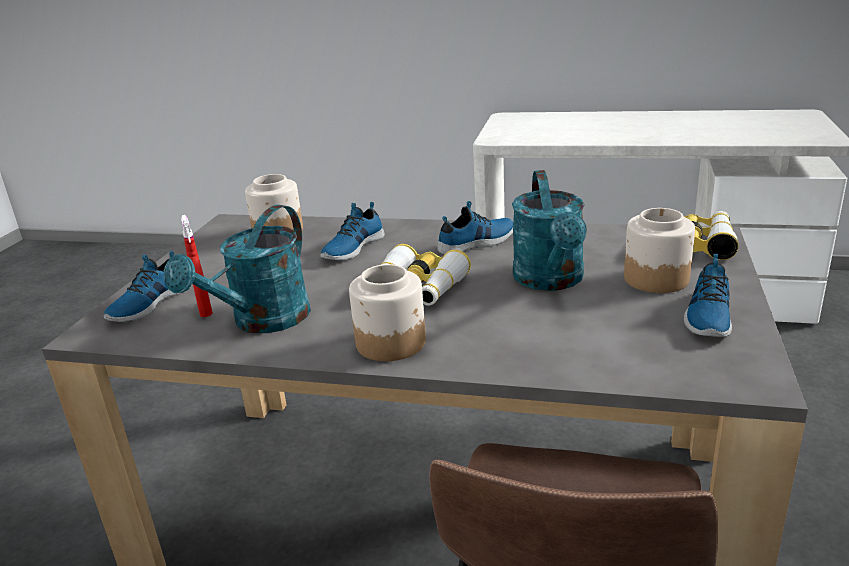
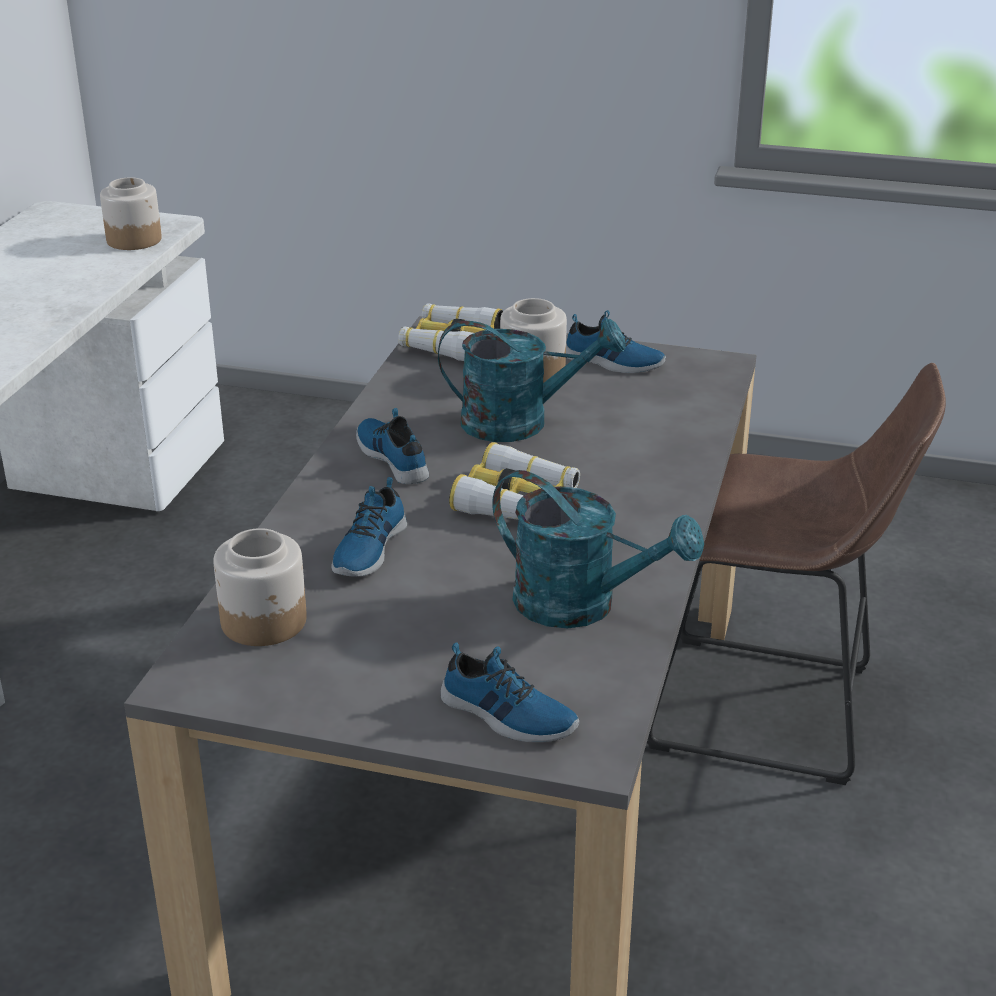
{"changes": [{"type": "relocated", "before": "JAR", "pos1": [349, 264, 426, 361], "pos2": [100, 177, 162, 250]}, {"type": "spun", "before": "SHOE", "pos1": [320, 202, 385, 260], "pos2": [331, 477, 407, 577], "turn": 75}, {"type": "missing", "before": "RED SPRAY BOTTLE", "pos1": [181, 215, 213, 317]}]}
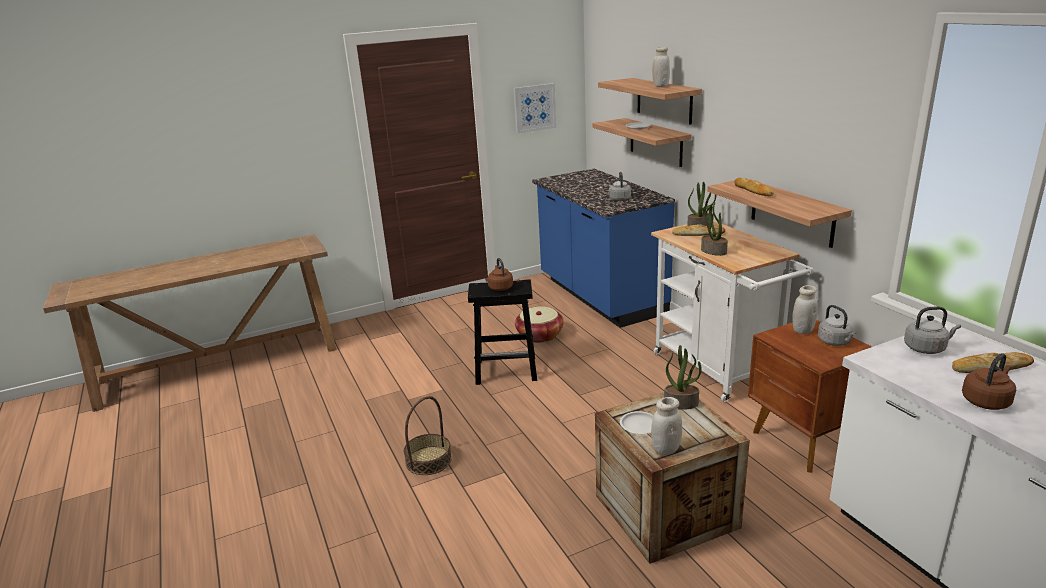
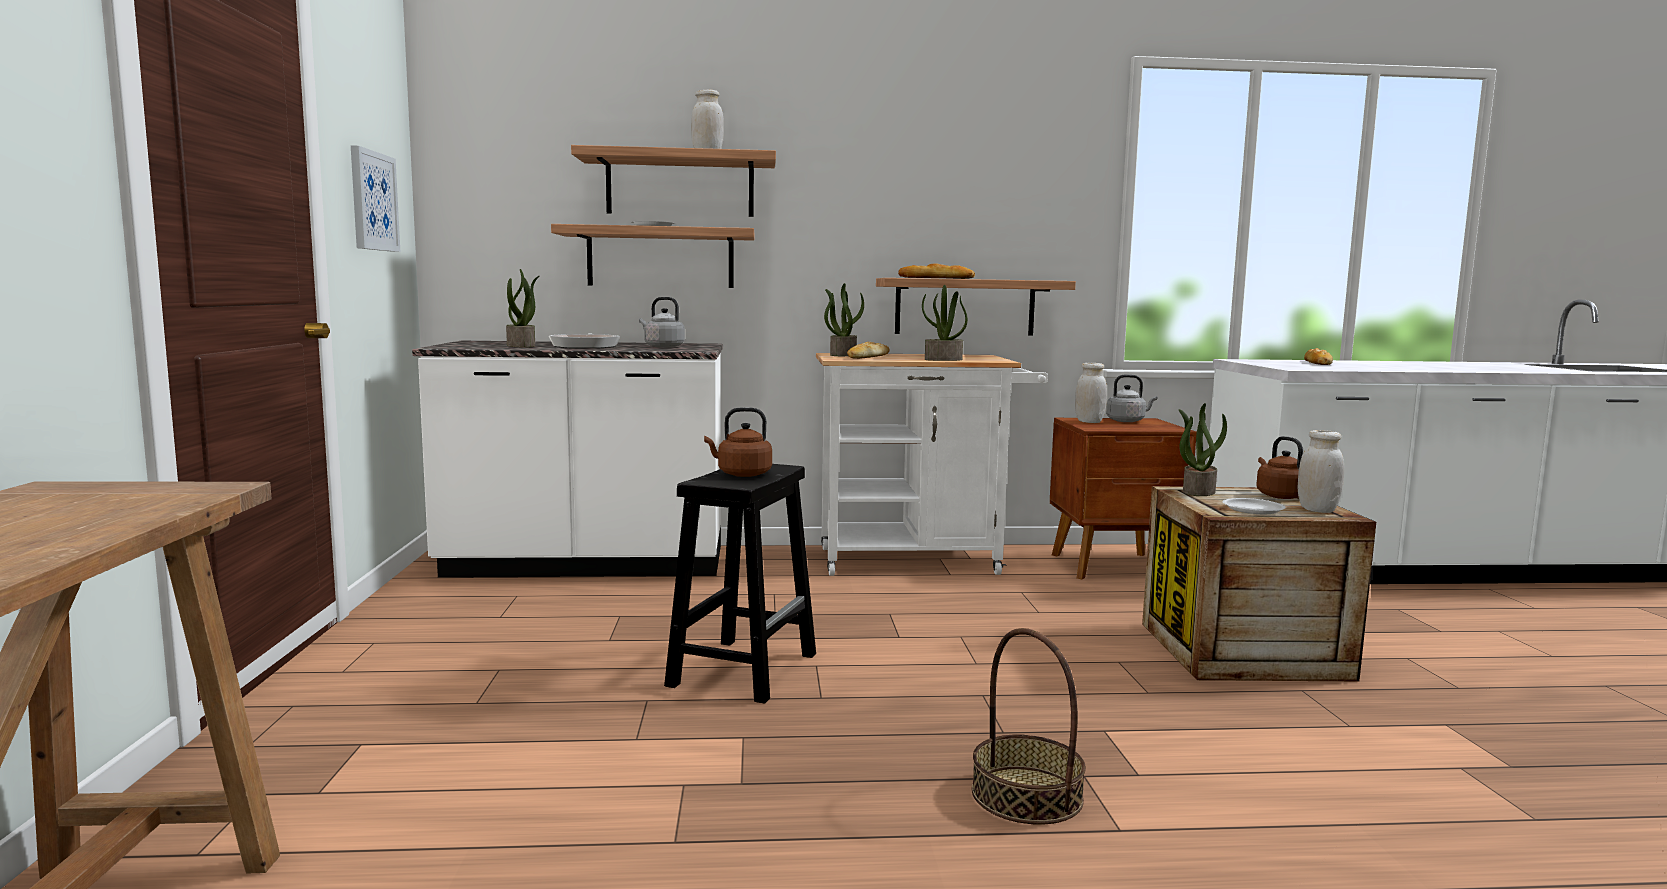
{"changes": [{"type": "colour", "before": "BLUE COUNTER", "after": "WHITE COUNTER", "pos1": [532, 169, 675, 328], "pos2": [412, 341, 723, 578]}, {"type": "appeared", "after": "POTTED PLANT", "pos2": [506, 269, 539, 347]}, {"type": "appeared", "after": "FRYING PAN", "pos2": [549, 333, 620, 349]}, {"type": "relocated", "before": "BROWN KETTLE", "pos1": [962, 353, 1016, 410], "pos2": [1256, 436, 1303, 499]}, {"type": "missing", "before": "BASKET", "pos1": [515, 306, 564, 343]}, {"type": "missing", "before": "GREY KETTLE", "pos1": [904, 307, 961, 354]}]}
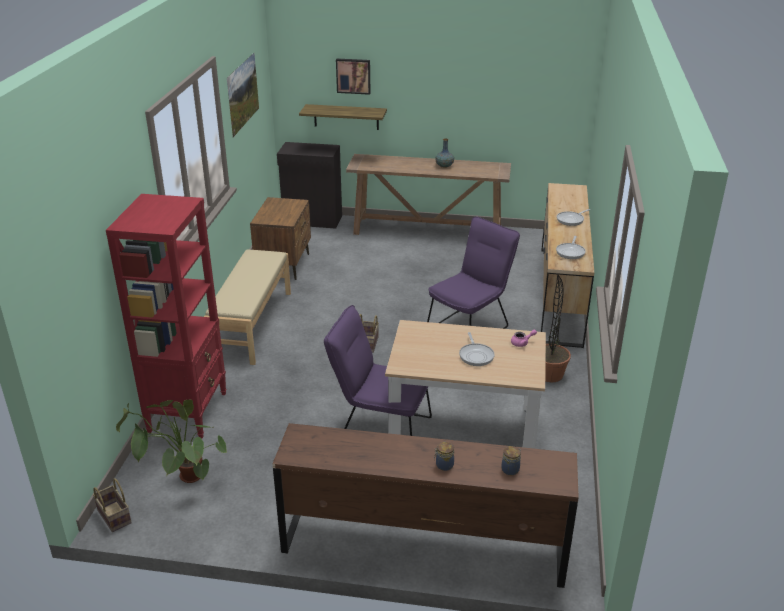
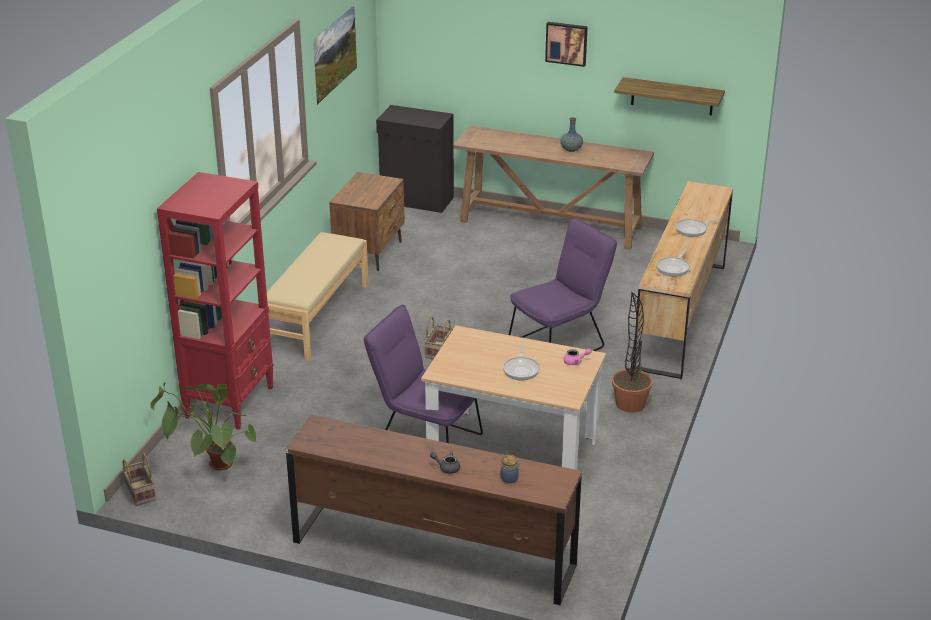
{"changes": [{"type": "exchanged", "before": "JAR", "after": "GREY TEAPOT", "pos1": [434, 442, 454, 471], "pos2": [430, 450, 460, 474]}, {"type": "relocated", "before": "PICTURE", "pos1": [336, 59, 370, 95], "pos2": [545, 22, 588, 67]}, {"type": "relocated", "before": "SHELF", "pos1": [299, 104, 387, 130], "pos2": [614, 77, 725, 116]}]}
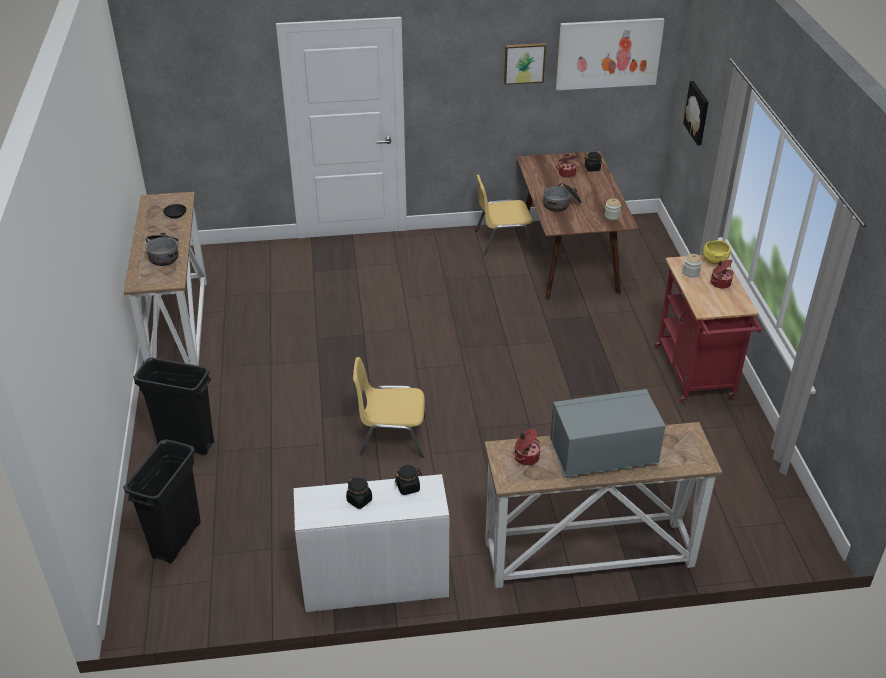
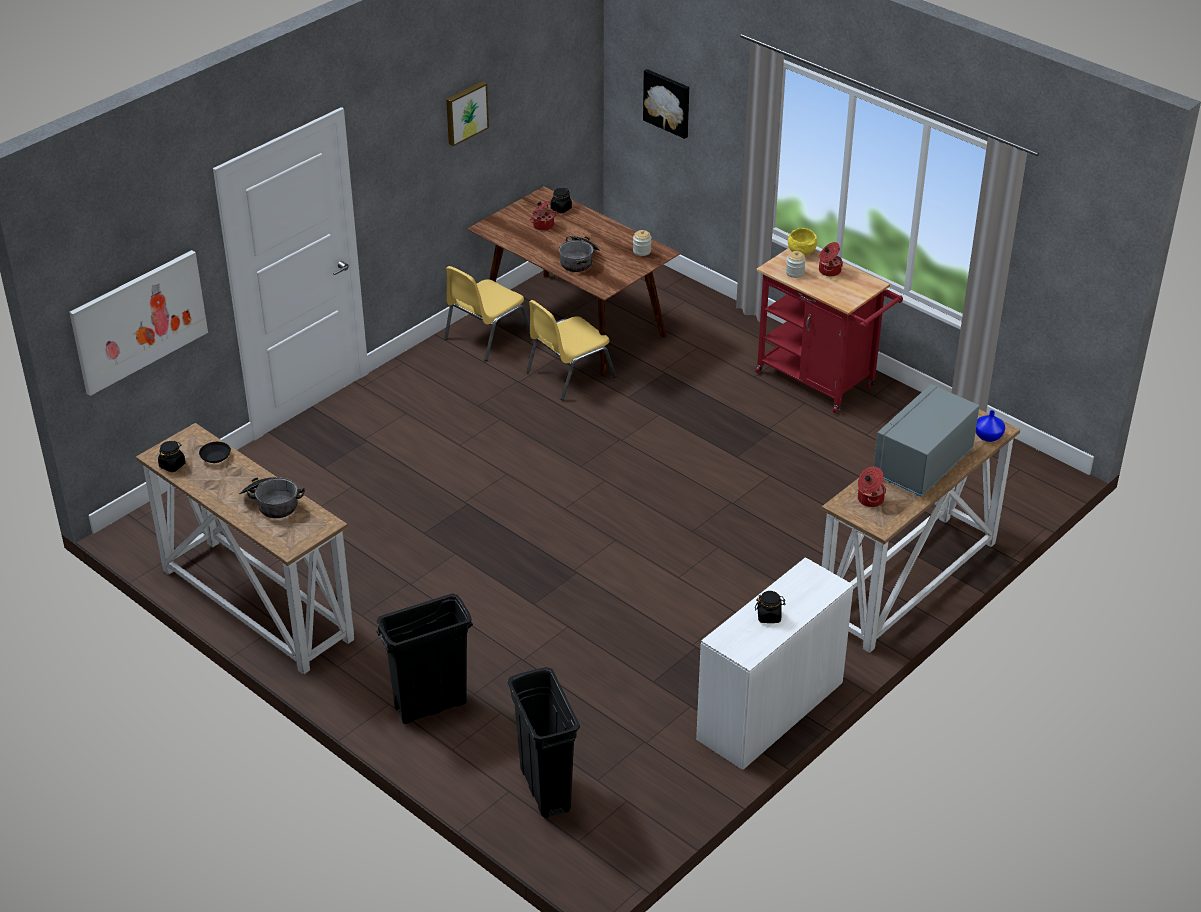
{"changes": [{"type": "relocated", "before": "PICTURE", "pos1": [556, 18, 665, 90], "pos2": [69, 250, 208, 396]}, {"type": "relocated", "before": "BLACK JAR", "pos1": [395, 465, 422, 495], "pos2": [158, 441, 186, 472]}, {"type": "relocated", "before": "YELLOW CHAIR", "pos1": [353, 357, 426, 458], "pos2": [526, 300, 616, 400]}, {"type": "appeared", "after": "BLUE VASE", "pos2": [976, 410, 1005, 442]}]}
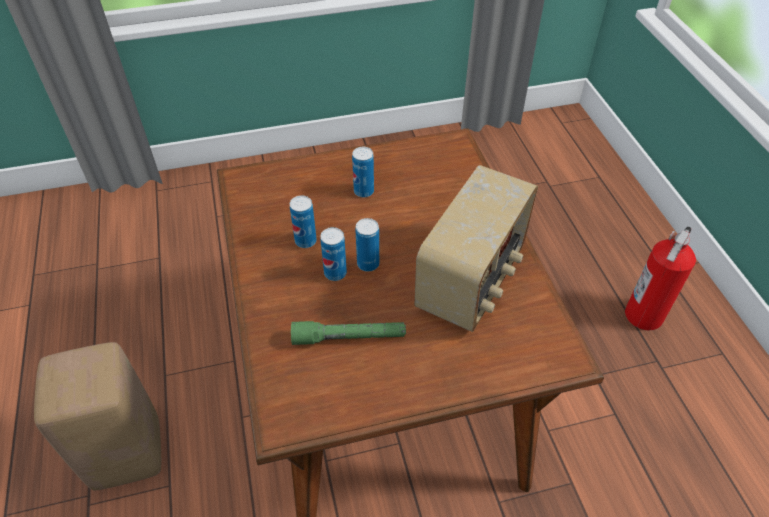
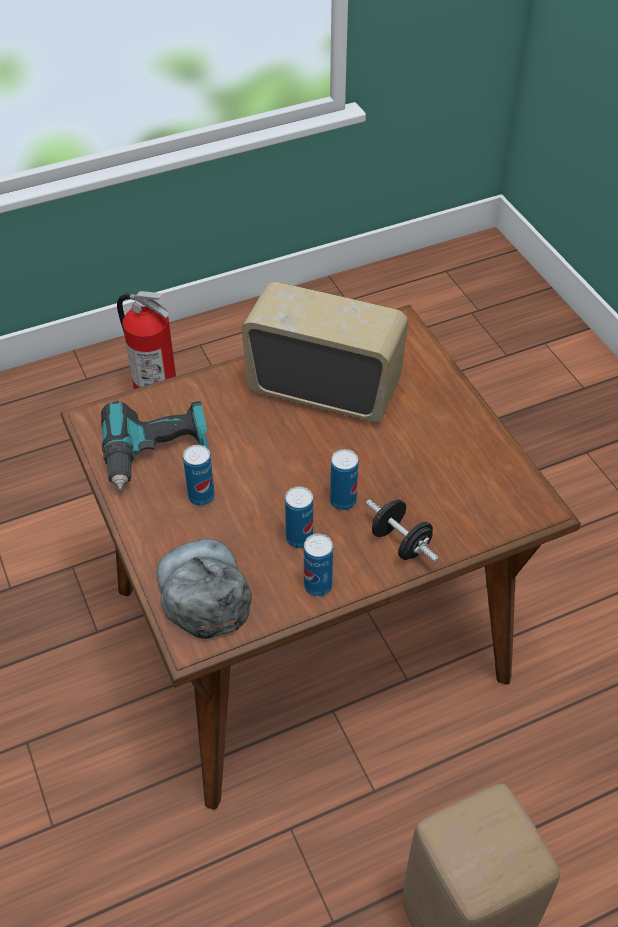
{"changes": [{"type": "appeared", "after": "POWER DRILL", "pos2": [101, 401, 209, 490]}, {"type": "appeared", "after": "GREY CAP", "pos2": [157, 539, 251, 639]}, {"type": "relocated", "before": "CAN", "pos1": [355, 218, 379, 272], "pos2": [304, 534, 333, 597]}, {"type": "appeared", "after": "BLACK DUMBBELL", "pos2": [366, 499, 439, 562]}, {"type": "missing", "before": "GREEN FLASHLIGHT", "pos1": [291, 321, 406, 345]}]}
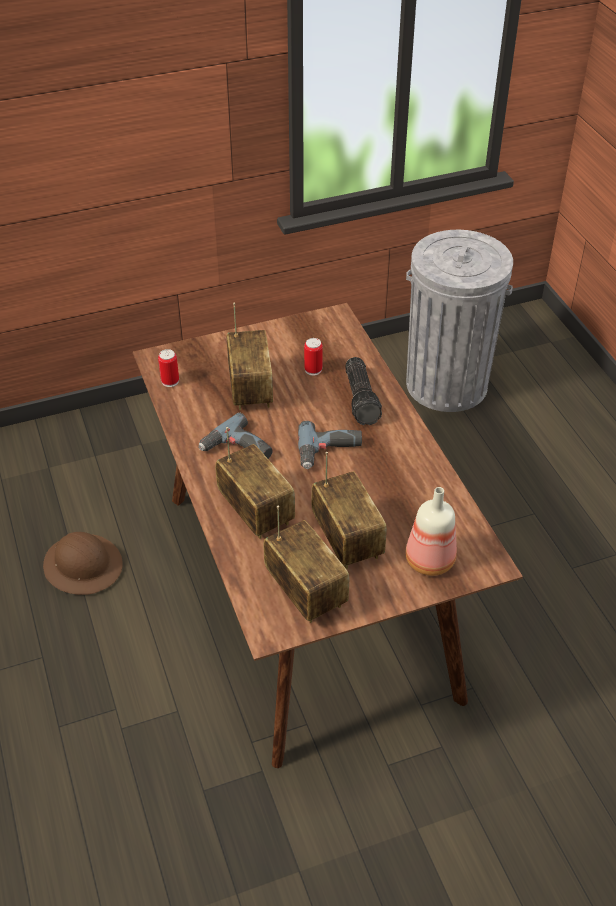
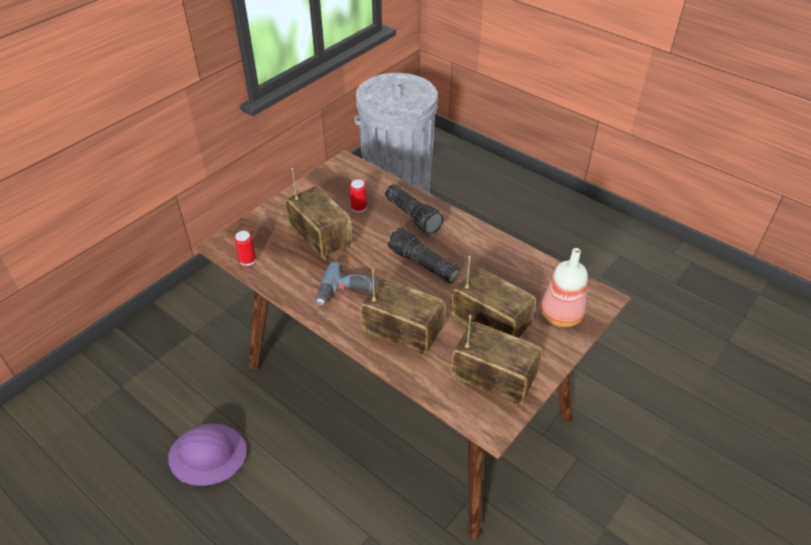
{"changes": [{"type": "colour", "before": "BROWN HARD HAT", "after": "PURPLE HARD HAT", "pos1": [43, 532, 123, 595], "pos2": [168, 424, 246, 486]}, {"type": "exchanged", "before": "POWER DRILL", "after": "FLASHLIGHT", "pos1": [298, 421, 362, 469], "pos2": [388, 227, 460, 283]}]}
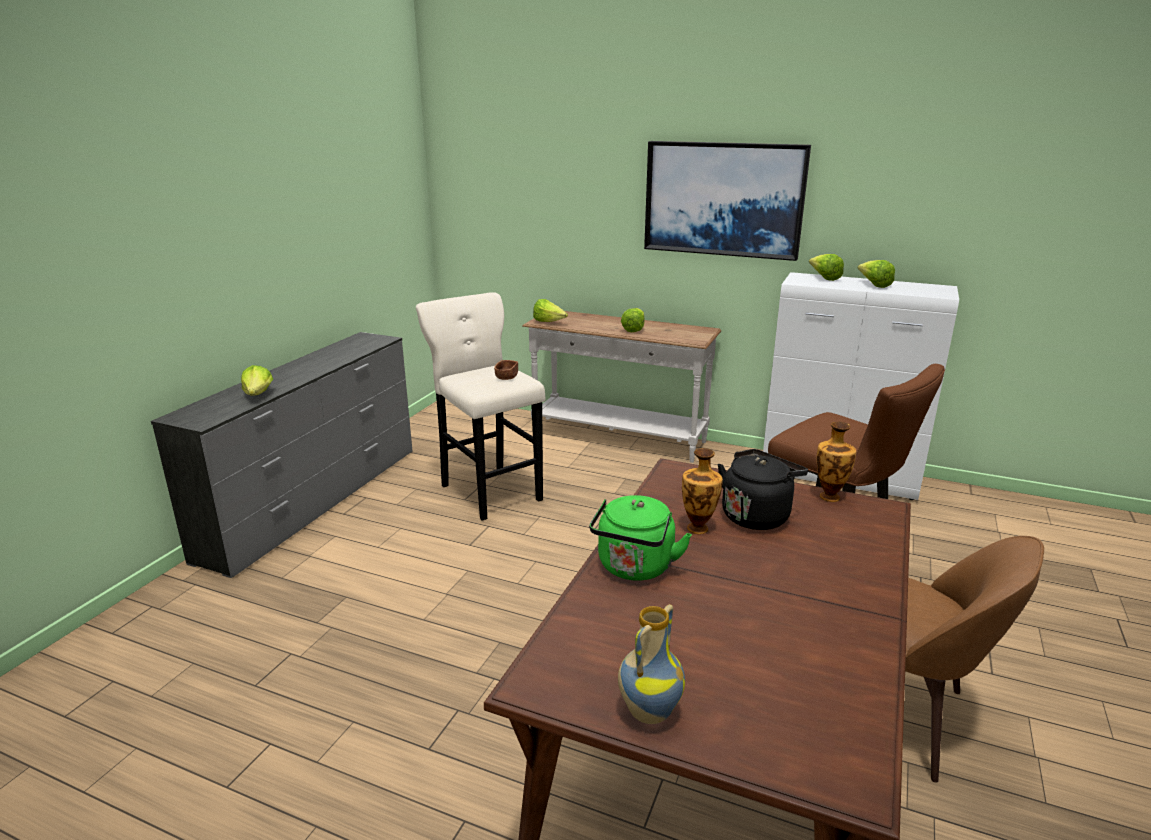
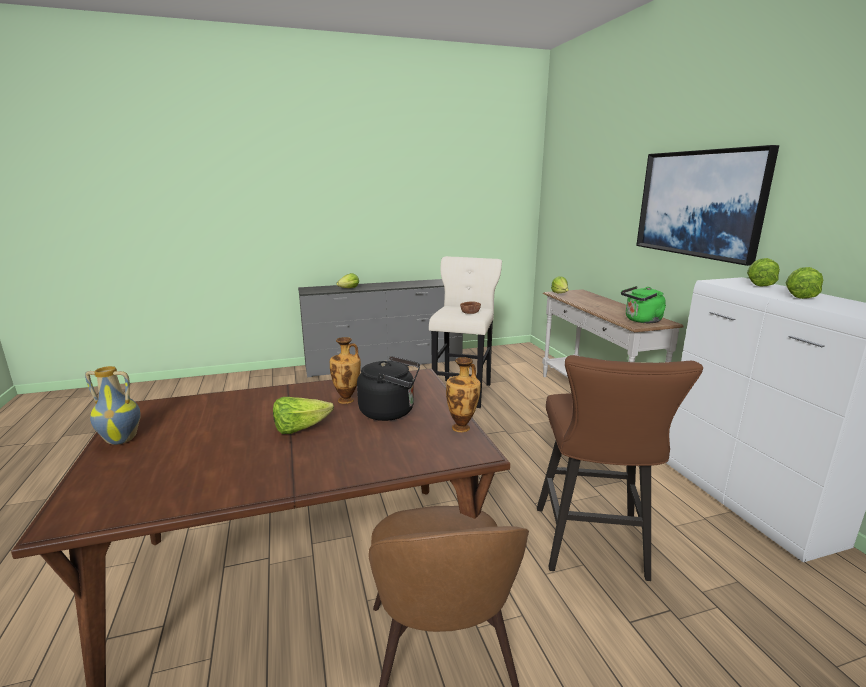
{"changes": [{"type": "relocated", "before": "LETTUCE", "pos1": [621, 308, 645, 332], "pos2": [273, 397, 334, 434]}, {"type": "relocated", "before": "GREEN KETTLE", "pos1": [589, 495, 692, 581], "pos2": [621, 286, 666, 323]}]}
